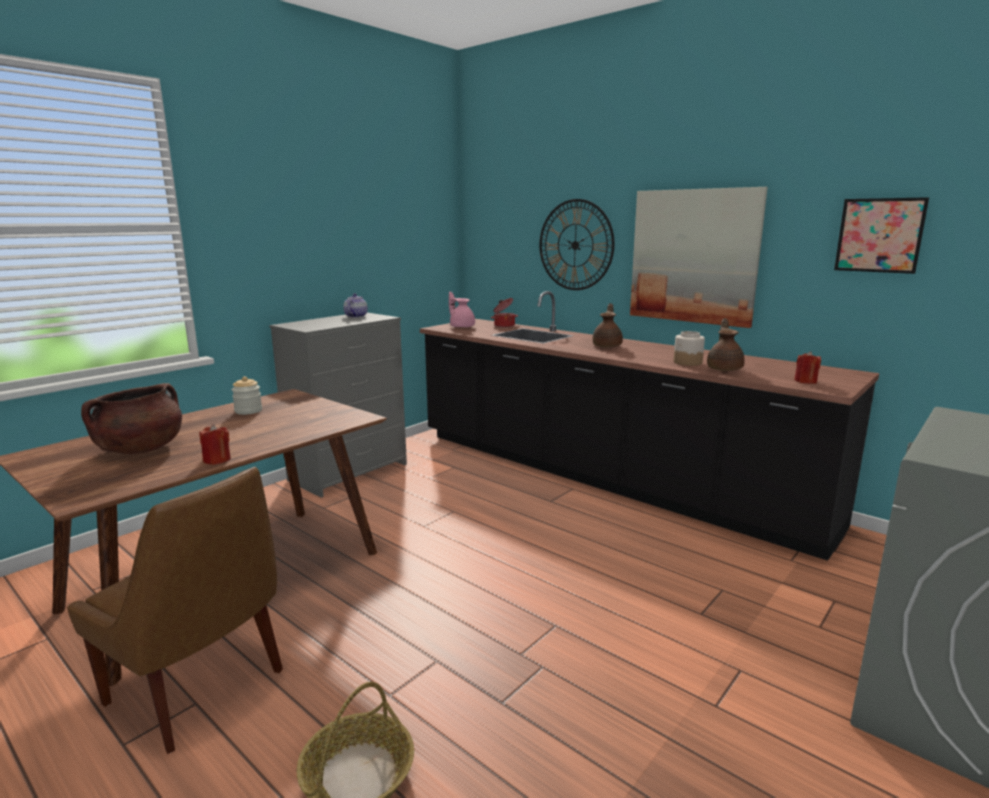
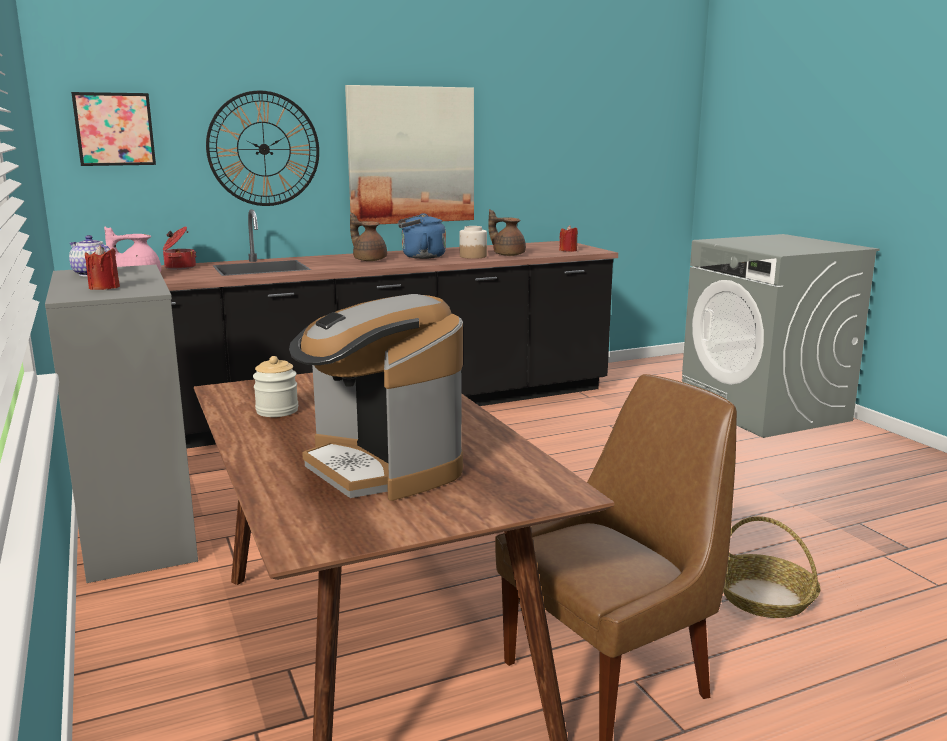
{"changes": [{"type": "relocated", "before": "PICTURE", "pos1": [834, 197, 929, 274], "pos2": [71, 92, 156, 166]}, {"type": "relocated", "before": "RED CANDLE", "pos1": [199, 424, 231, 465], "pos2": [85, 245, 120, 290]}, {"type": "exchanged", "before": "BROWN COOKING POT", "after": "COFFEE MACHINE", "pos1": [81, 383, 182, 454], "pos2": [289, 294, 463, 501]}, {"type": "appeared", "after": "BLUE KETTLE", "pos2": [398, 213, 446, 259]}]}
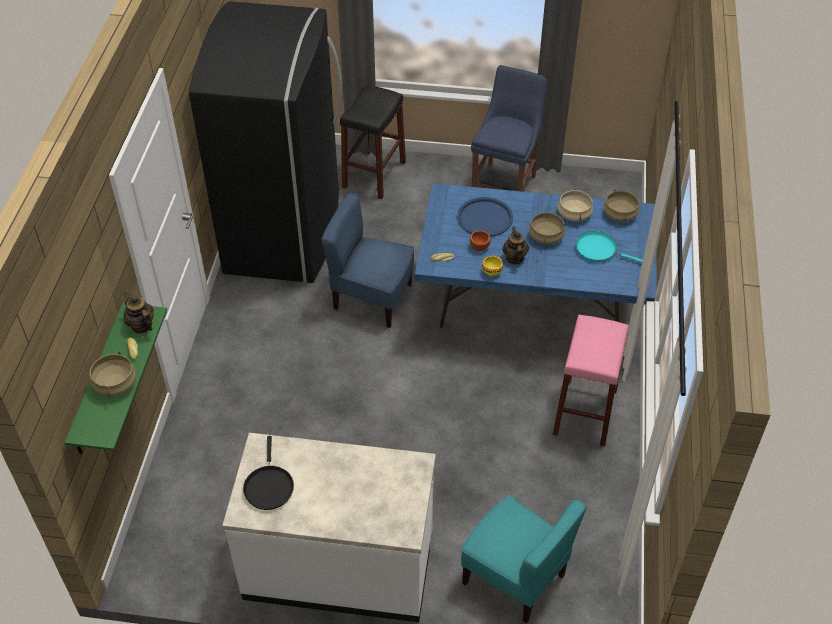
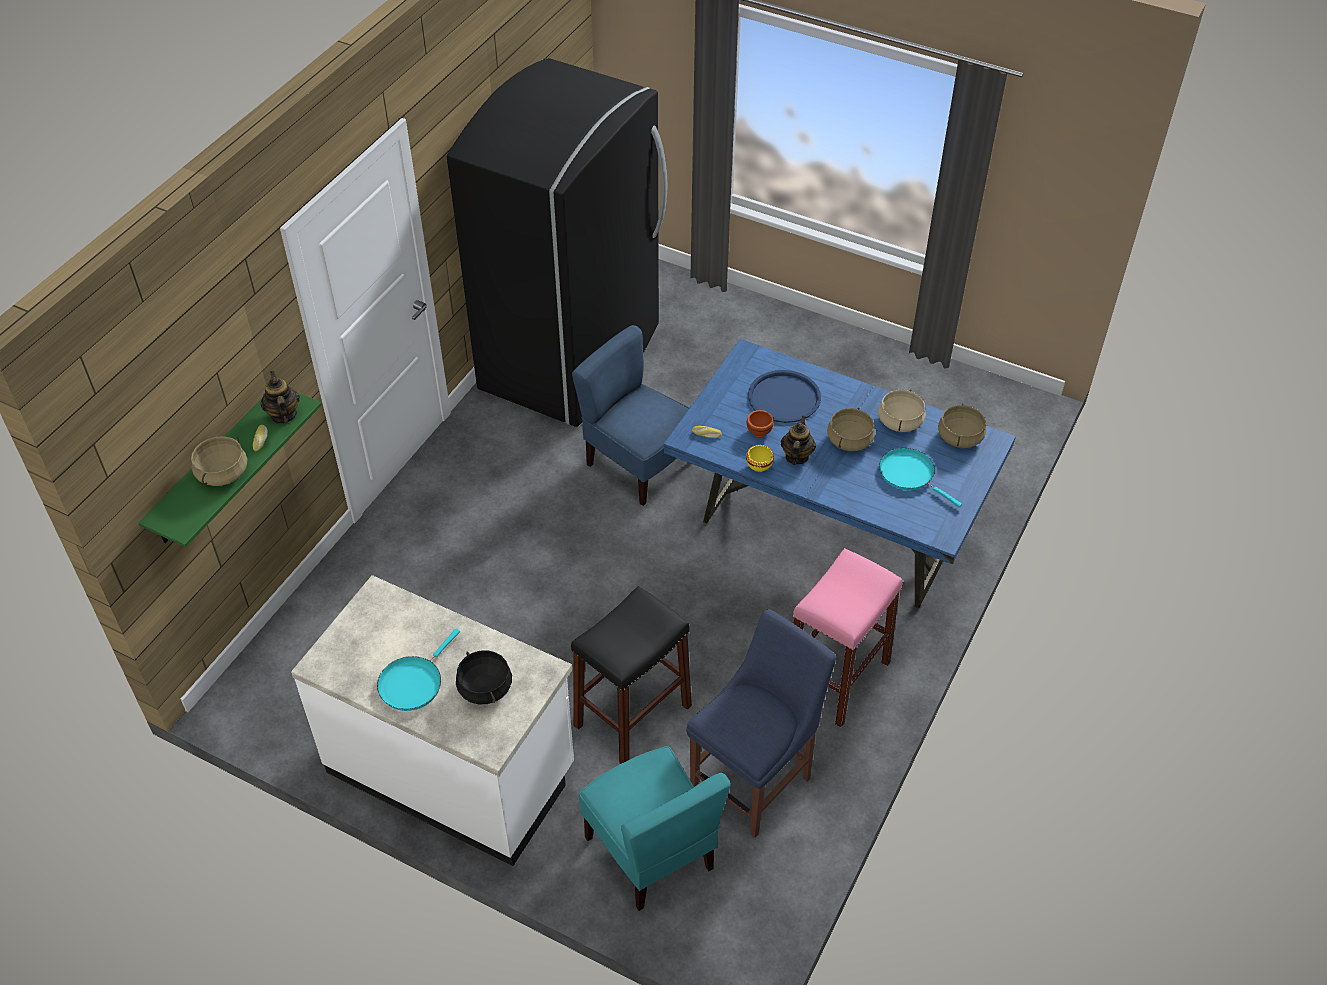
{"changes": [{"type": "appeared", "after": "TURQUOISE FRYING PAN", "pos2": [377, 628, 460, 711]}, {"type": "appeared", "after": "BLACK COOKING POT", "pos2": [456, 650, 512, 704]}, {"type": "relocated", "before": "BLACK STOOL", "pos1": [340, 85, 406, 199], "pos2": [571, 586, 692, 764]}, {"type": "relocated", "before": "BLUE CHAIR", "pos1": [471, 65, 548, 191], "pos2": [686, 609, 836, 838]}, {"type": "missing", "before": "BLACK FRYING PAN", "pos1": [243, 436, 294, 510]}]}
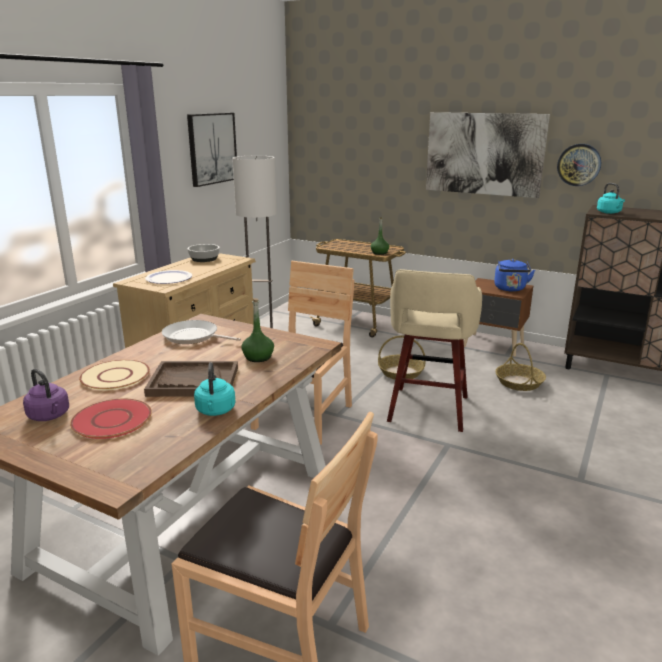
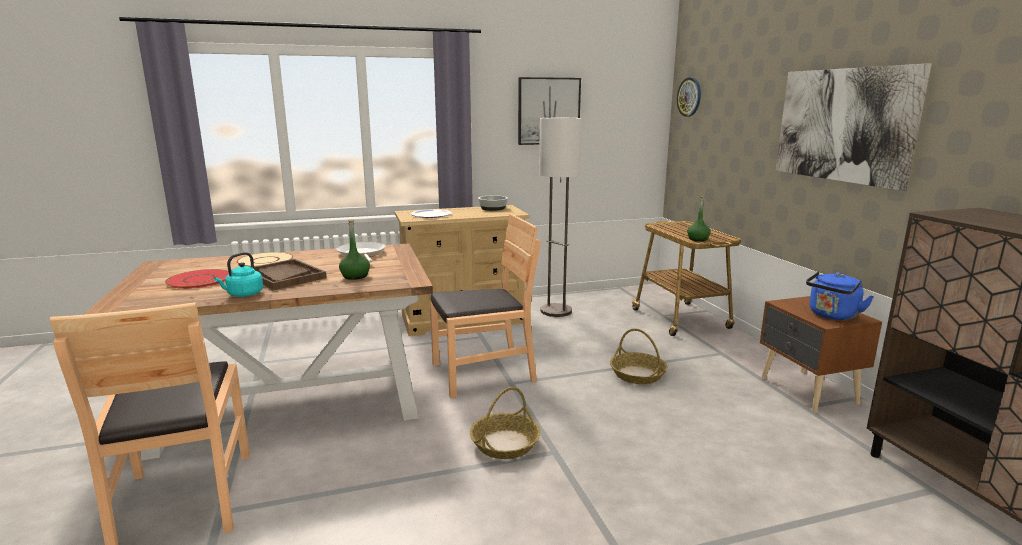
{"changes": [{"type": "relocated", "before": "BASKET", "pos1": [495, 343, 546, 391], "pos2": [470, 387, 541, 459]}, {"type": "relocated", "before": "WALL CLOCK", "pos1": [557, 144, 601, 186], "pos2": [677, 77, 701, 117]}, {"type": "missing", "before": "PURPLE KETTLE", "pos1": [23, 369, 69, 421]}, {"type": "missing", "before": "BEIGE STOOL", "pos1": [387, 269, 482, 432]}, {"type": "missing", "before": "TURQUOISE KETTLE", "pos1": [597, 183, 625, 214]}]}
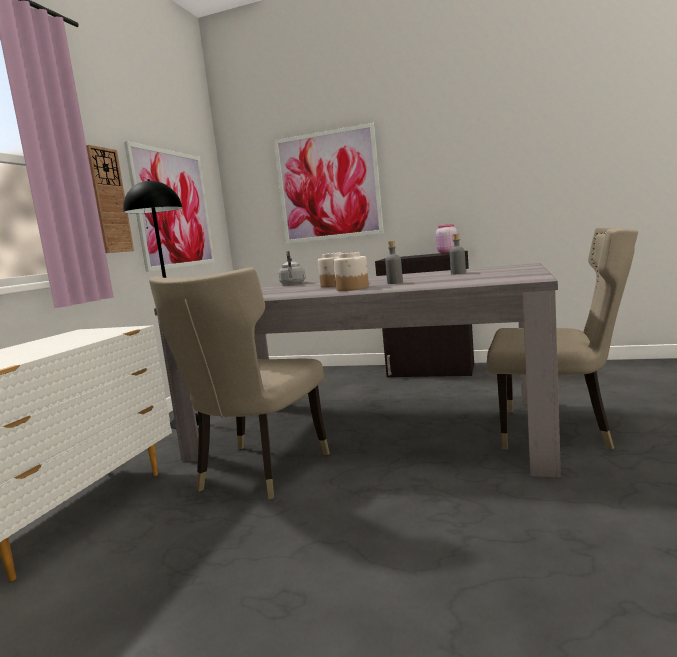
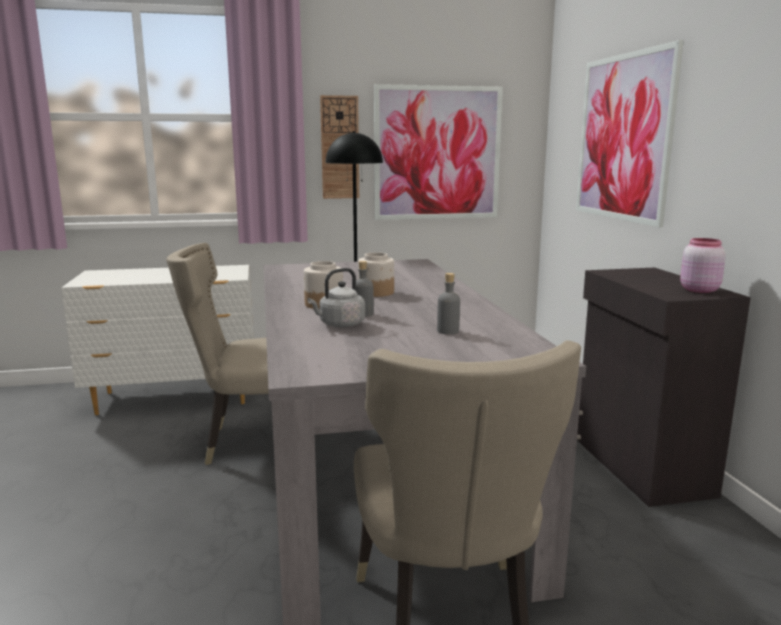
{"changes": [{"type": "relocated", "before": "GREY KETTLE", "pos1": [278, 251, 306, 285], "pos2": [307, 268, 365, 327]}]}
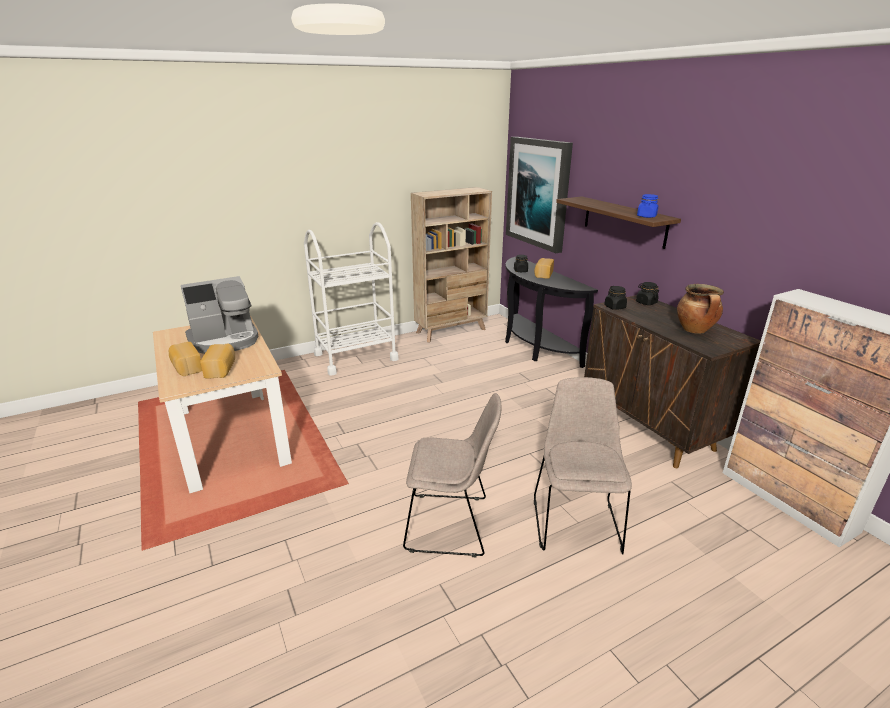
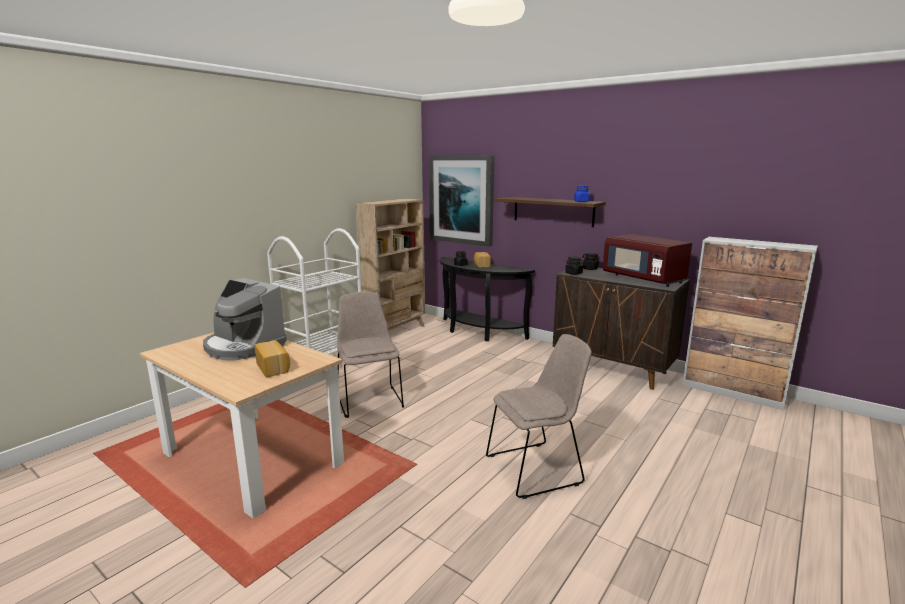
{"changes": [{"type": "spun", "before": "COFFEE MACHINE", "pos1": [181, 276, 259, 354], "pos2": [203, 278, 287, 360], "turn": 90}, {"type": "relocated", "before": "BEIGE CHAIR", "pos1": [534, 377, 632, 554], "pos2": [337, 292, 404, 418]}, {"type": "exchanged", "before": "COOKING POT", "after": "RED MICROWAVE", "pos1": [677, 284, 724, 334], "pos2": [603, 234, 692, 287]}, {"type": "missing", "before": "BREAD", "pos1": [169, 342, 202, 376]}]}
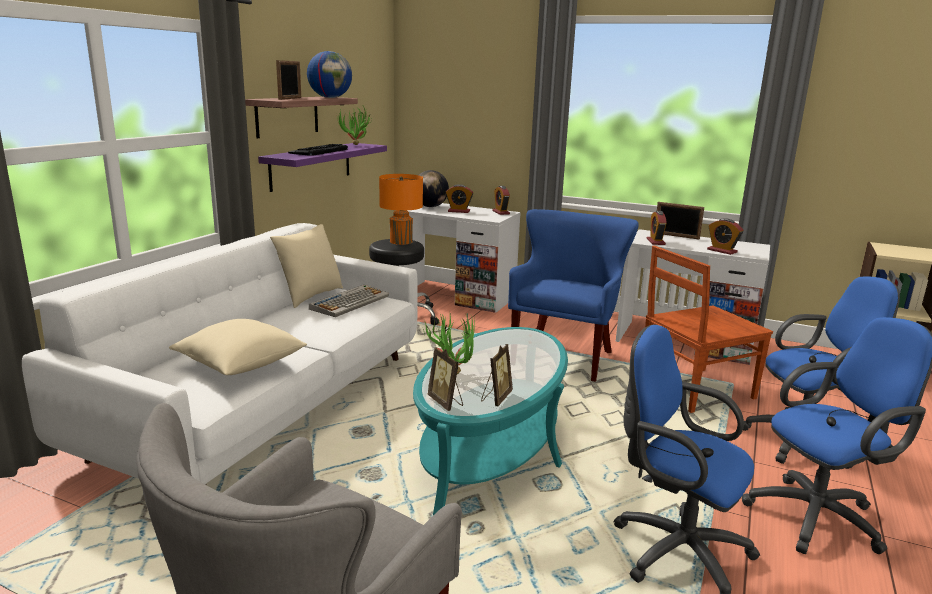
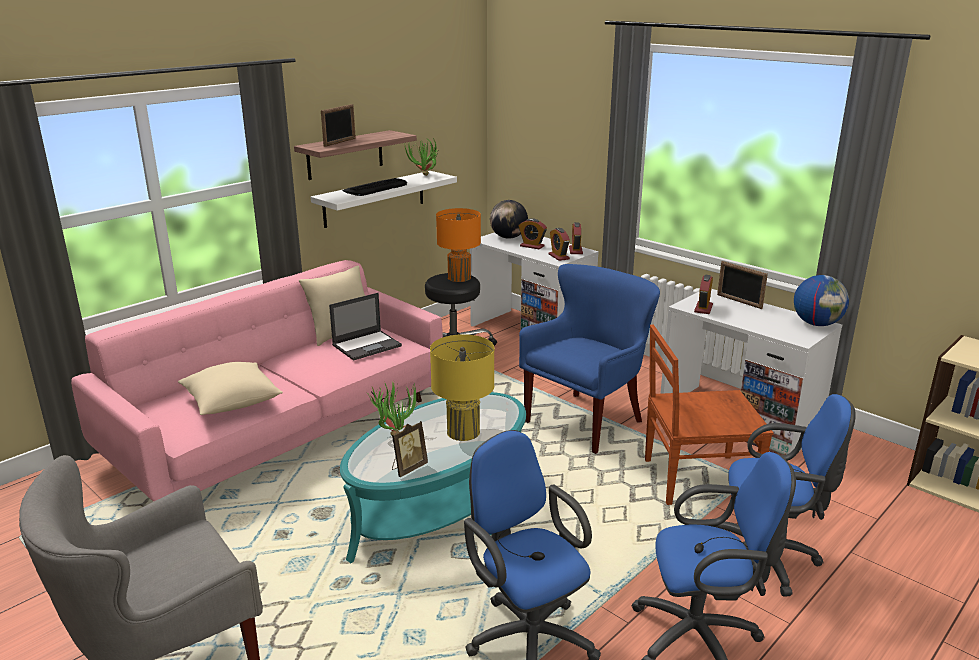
{"changes": [{"type": "colour", "before": "WHITE SOFA", "after": "PINK SOFA", "pos1": [22, 223, 418, 485], "pos2": [71, 260, 443, 502]}, {"type": "colour", "before": "PURPLE SHELF", "after": "WHITE SHELF", "pos1": [258, 143, 387, 192], "pos2": [311, 171, 457, 228]}, {"type": "exchanged", "before": "KEYBOARD", "after": "LAPTOP", "pos1": [309, 285, 389, 317], "pos2": [329, 293, 402, 361]}, {"type": "appeared", "after": "YELLOW TABLE LAMP", "pos2": [430, 334, 494, 441]}, {"type": "relocated", "before": "ALARM CLOCK", "pos1": [707, 218, 743, 255], "pos2": [548, 228, 570, 261]}, {"type": "relocated", "before": "GLOBE", "pos1": [307, 51, 352, 98], "pos2": [794, 275, 849, 326]}, {"type": "missing", "before": "PICTURE FRAME", "pos1": [428, 347, 463, 411]}]}
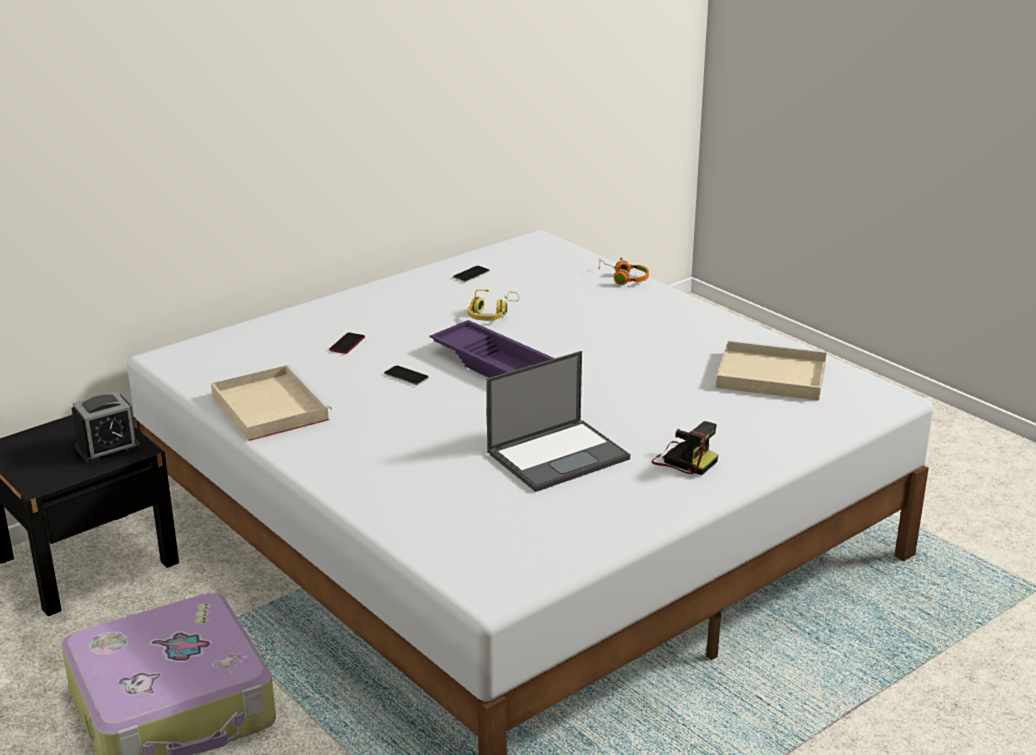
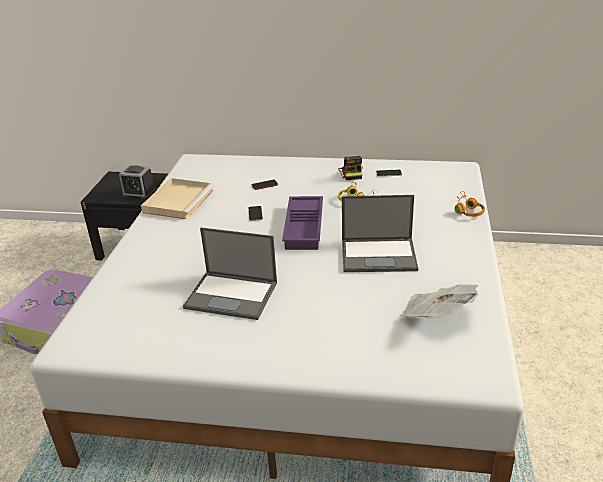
{"changes": [{"type": "relocated", "before": "PHOTO CAMERA", "pos1": [652, 421, 719, 475], "pos2": [338, 156, 363, 180]}, {"type": "appeared", "after": "LAPTOP", "pos2": [342, 195, 418, 272]}, {"type": "exchanged", "before": "BEIGE TRAY", "after": "NEWSPAPER", "pos1": [716, 340, 827, 401], "pos2": [400, 284, 478, 319]}]}
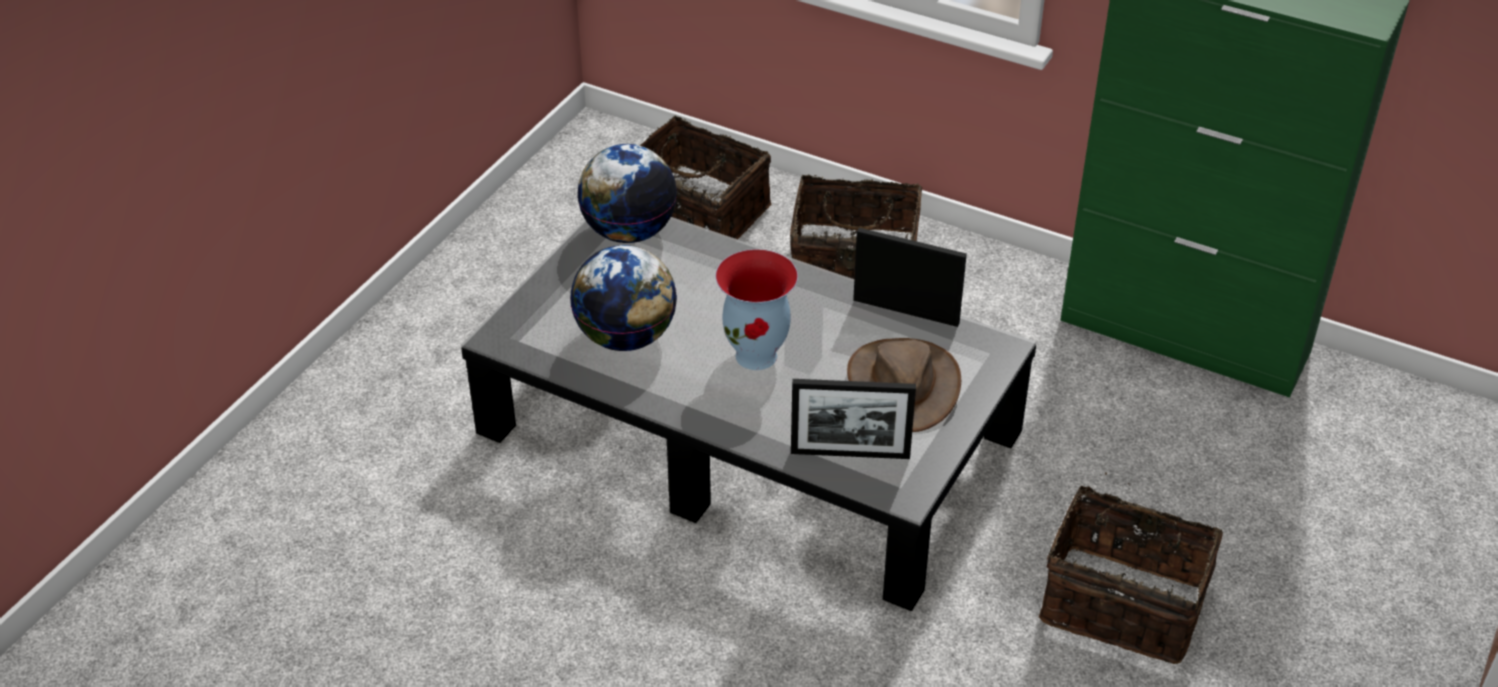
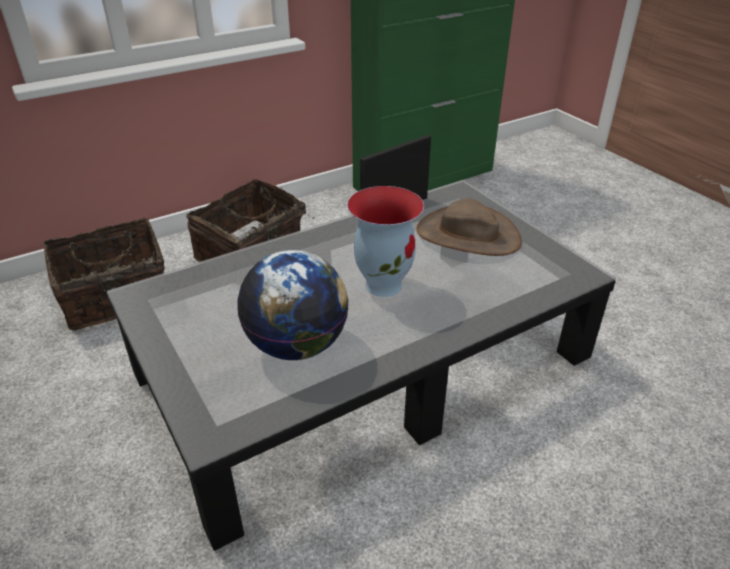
{"changes": [{"type": "missing", "before": "GLOBE", "pos1": [577, 144, 677, 243]}, {"type": "missing", "before": "PICTURE FRAME", "pos1": [791, 379, 916, 459]}, {"type": "missing", "before": "BASKET", "pos1": [1038, 473, 1223, 664]}]}
